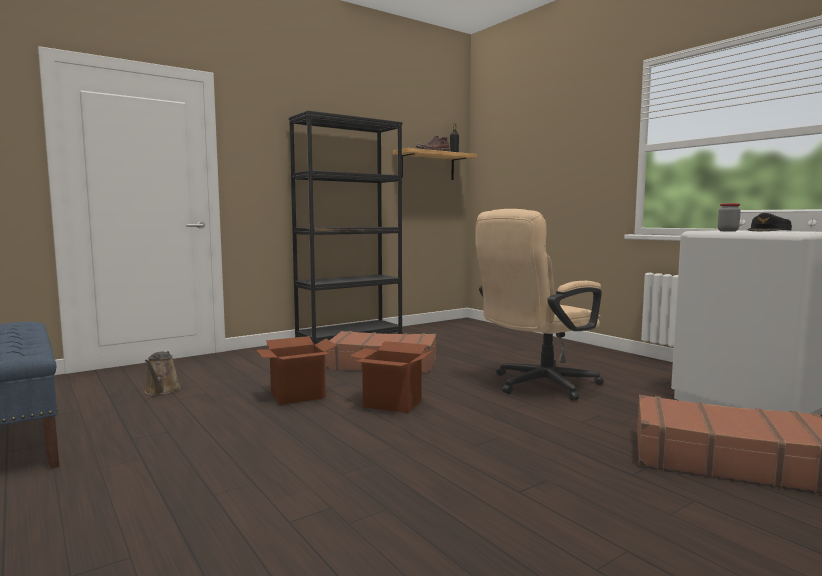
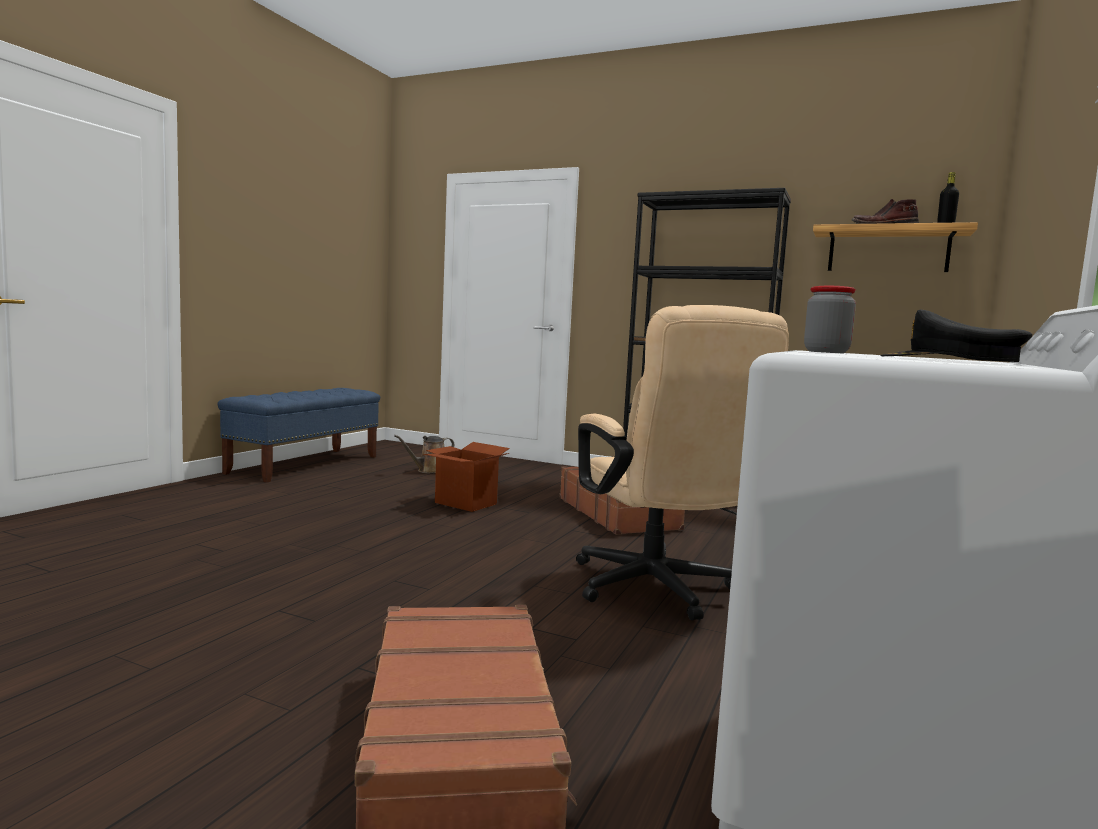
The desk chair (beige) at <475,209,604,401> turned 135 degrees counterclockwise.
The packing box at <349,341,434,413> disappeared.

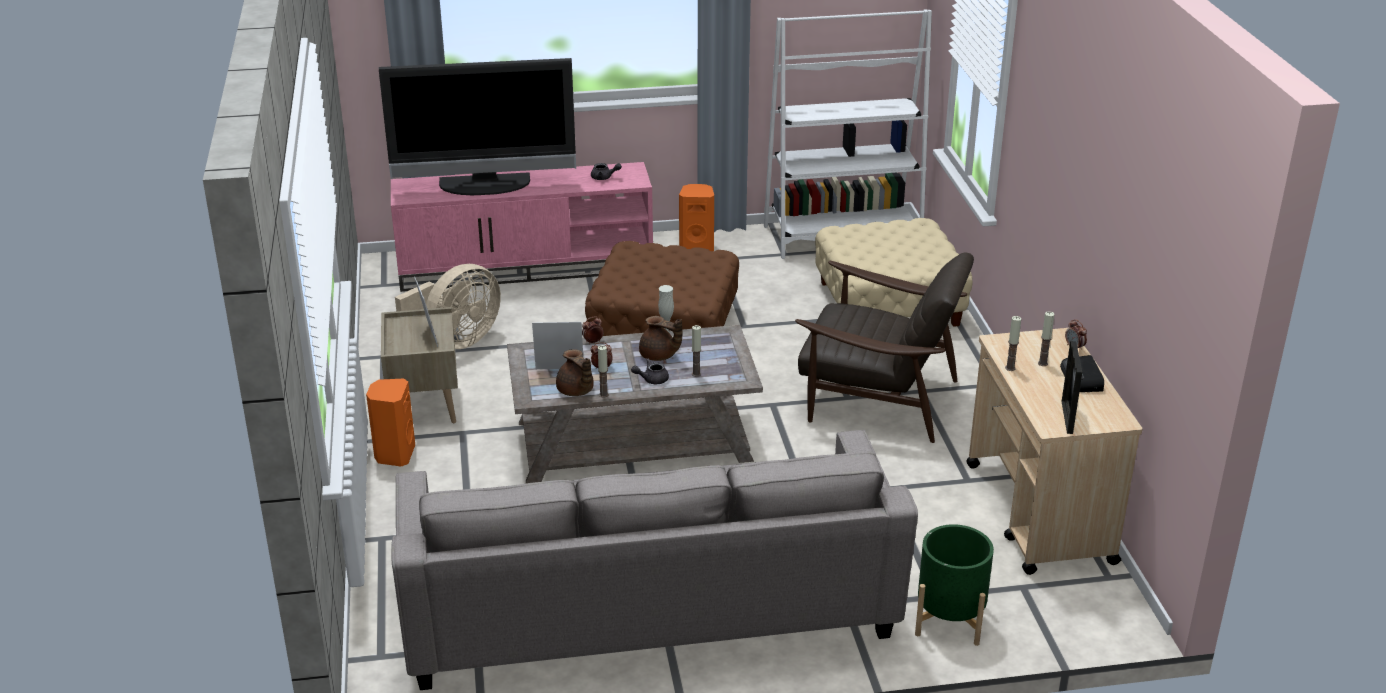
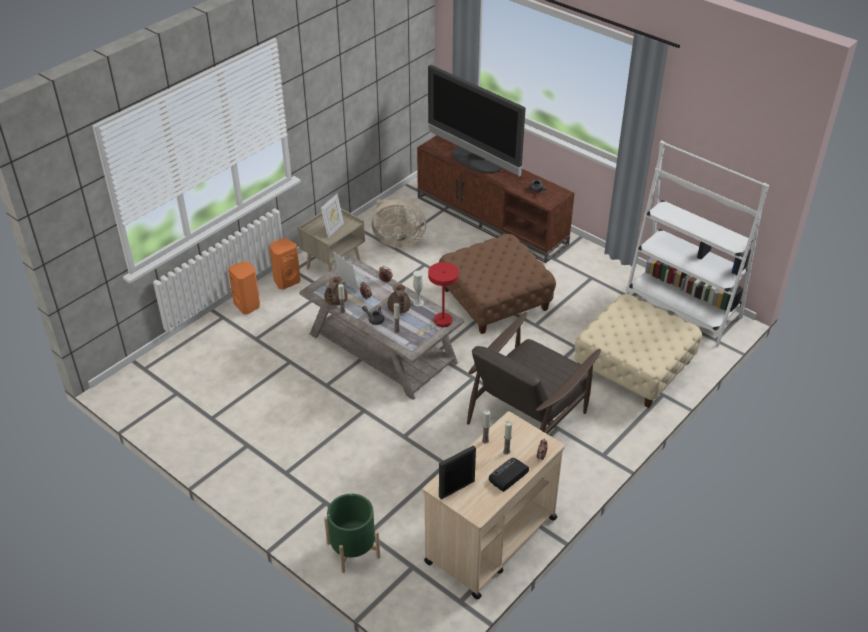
The tv unit (pink-coloured) at <391,162,653,292> became the tv unit (brown-coloured) at <417,135,574,263>.
The audio speaker (orangey) moved from <679,184,714,251> to <228,261,260,314>.
The easy chair (brown-coloured) at <795,253,974,443> turned 60 degrees clockwise.
The sofa (gray) at <391,430,918,690> disappeared.
The table lamp (red) at <416,262,459,334> appeared.

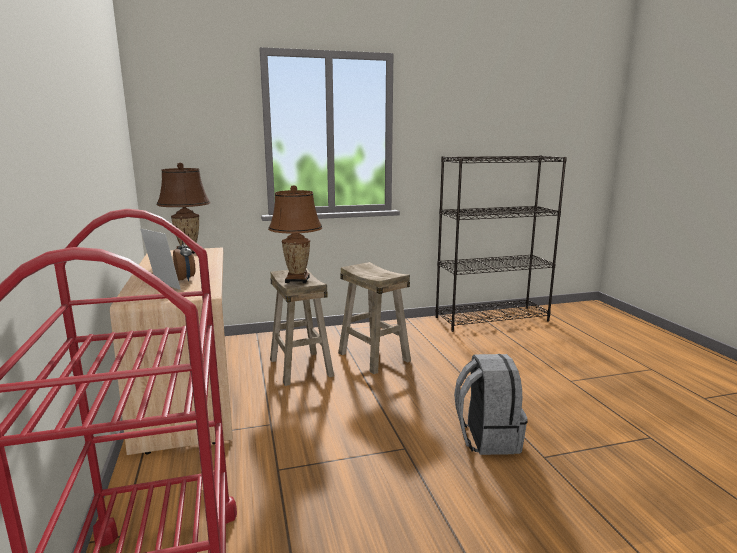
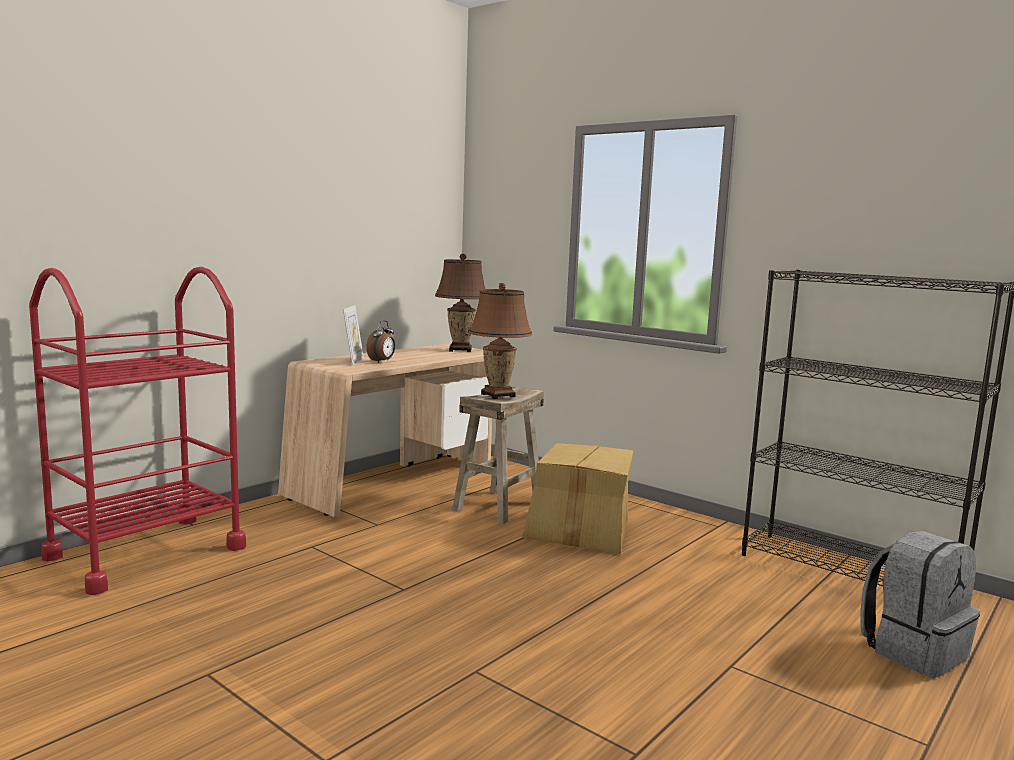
The stool (beige) at <338,262,411,374> was replaced by the packing box at <522,443,634,554>.
The rucksack (gray) moved from <454,354,528,455> to <860,531,980,678>.

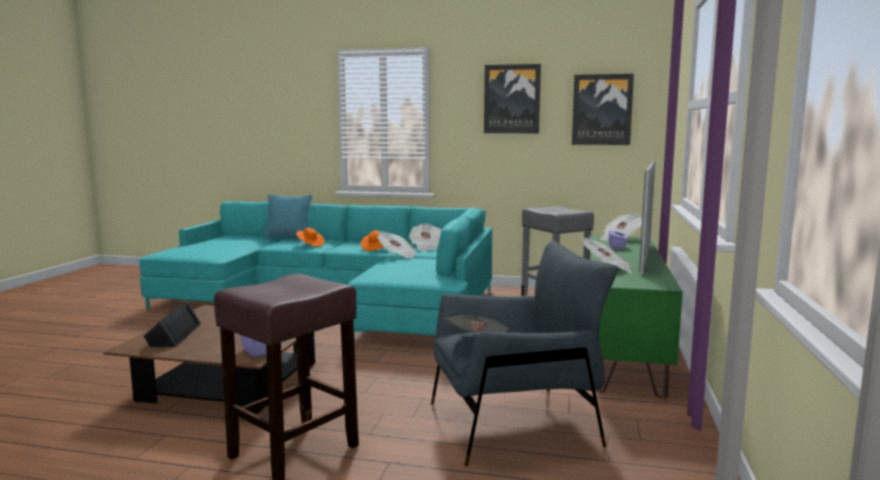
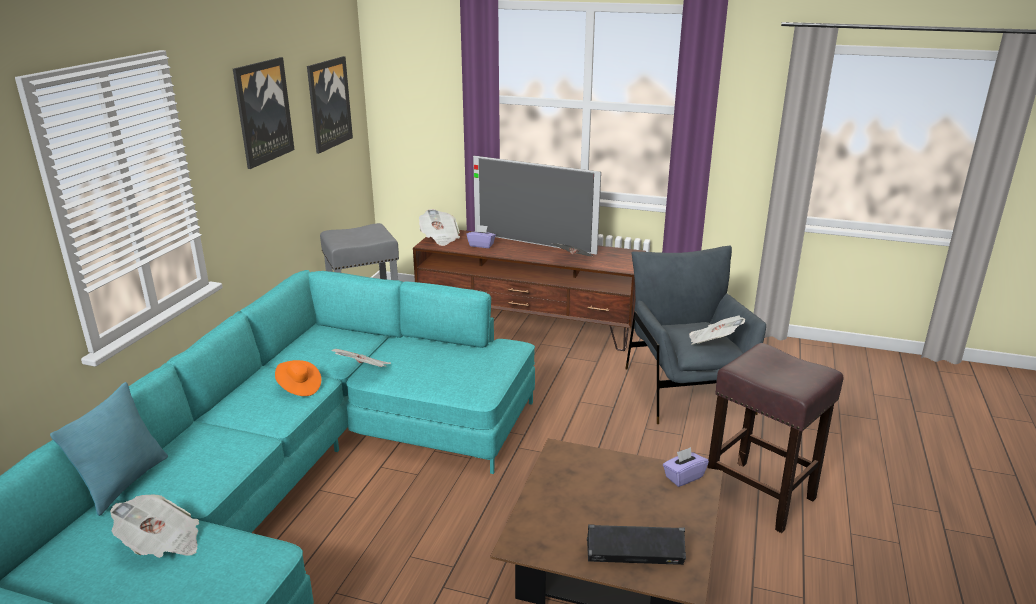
The daily paper moved from <409,223,442,251> to <110,494,199,558>.
The clothing hat (orangey) at <296,228,324,247> disappeared.
The tv unit (green-coloured) at <588,236,683,398> became the tv unit (brown-coloured) at <413,230,646,351>.

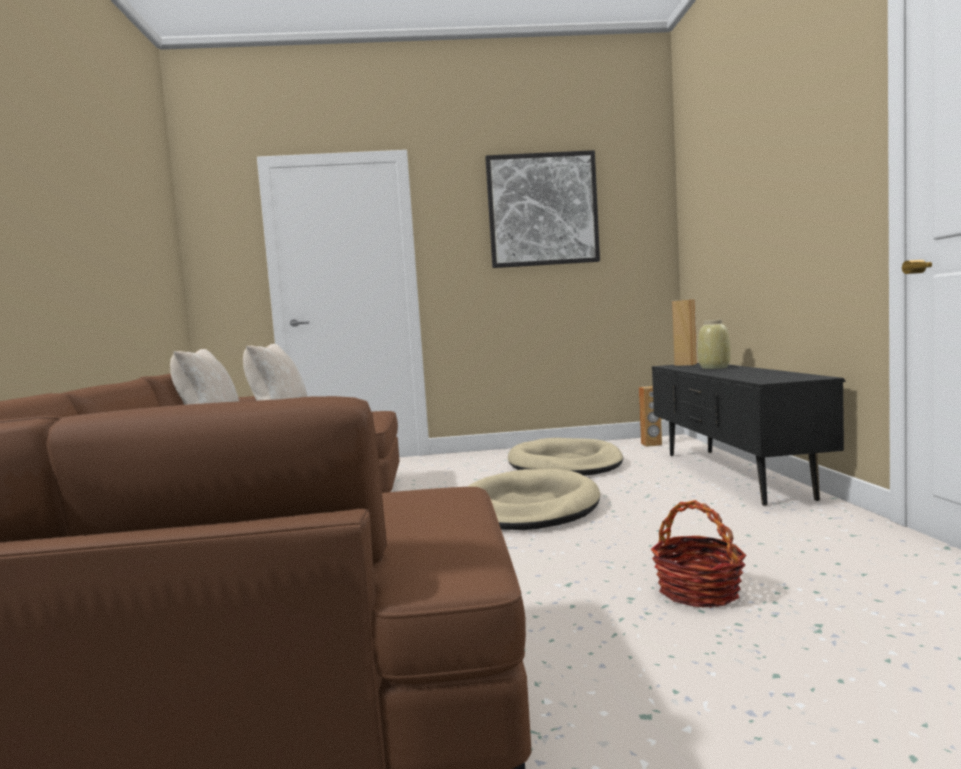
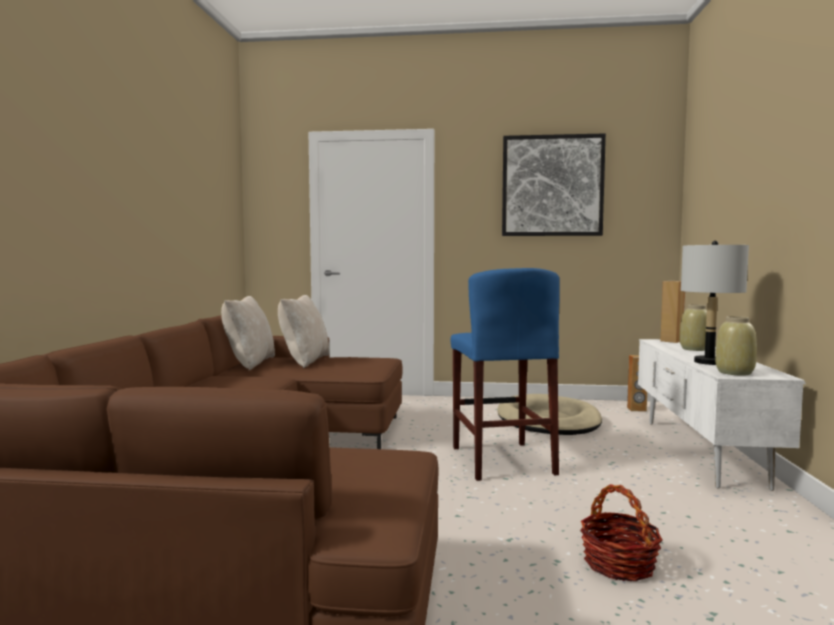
The tv unit (black) at <652,363,846,506> became the tv unit (white) at <638,339,806,491>.
The dog cushion (beige) at <468,469,600,530> was replaced by the stool (bluish) at <450,268,560,481>.
The table lamp (gray) at <681,241,749,365> appeared.
The decorative vase (beige) at <715,316,757,376> appeared.

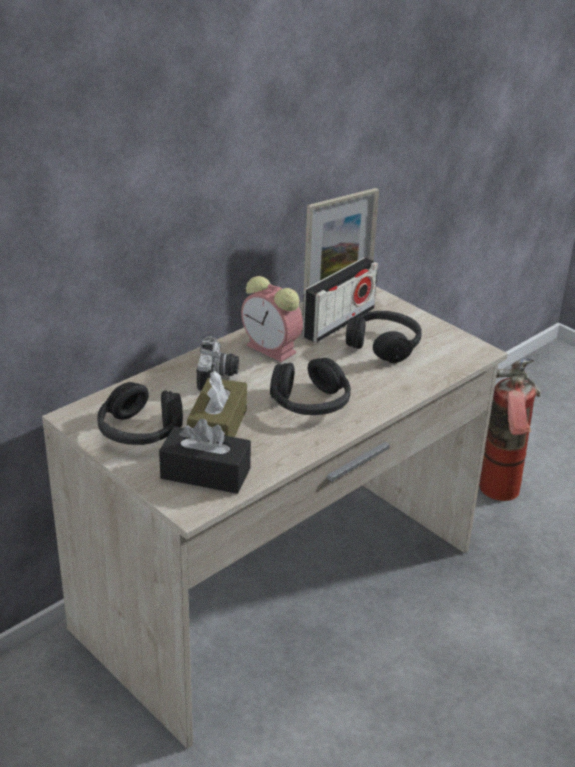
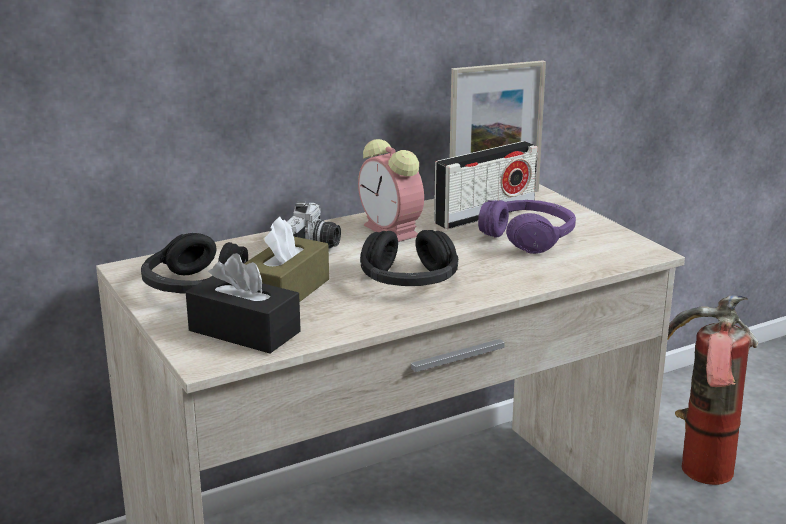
The headphones (black) at <346,311,422,363> became the headphones (purple-coloured) at <478,200,576,254>.

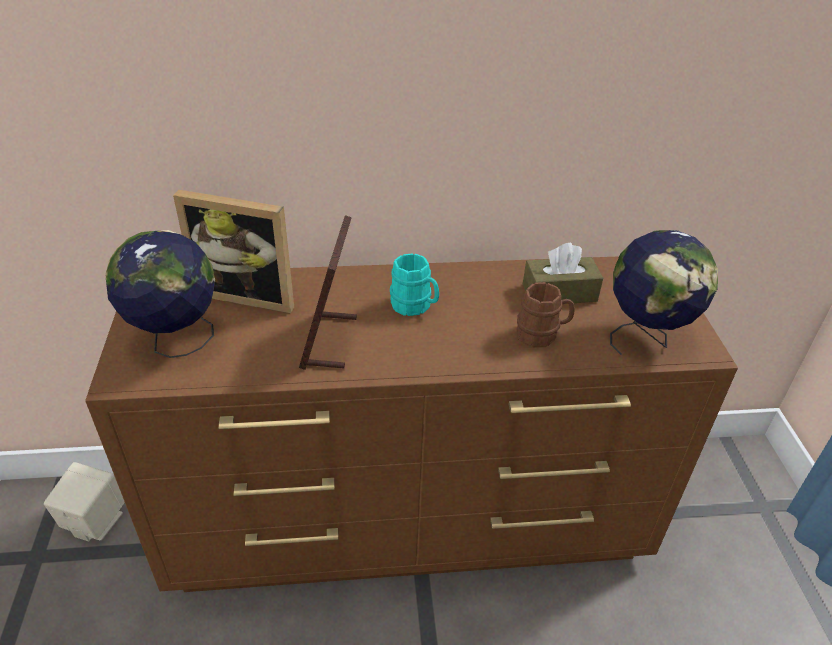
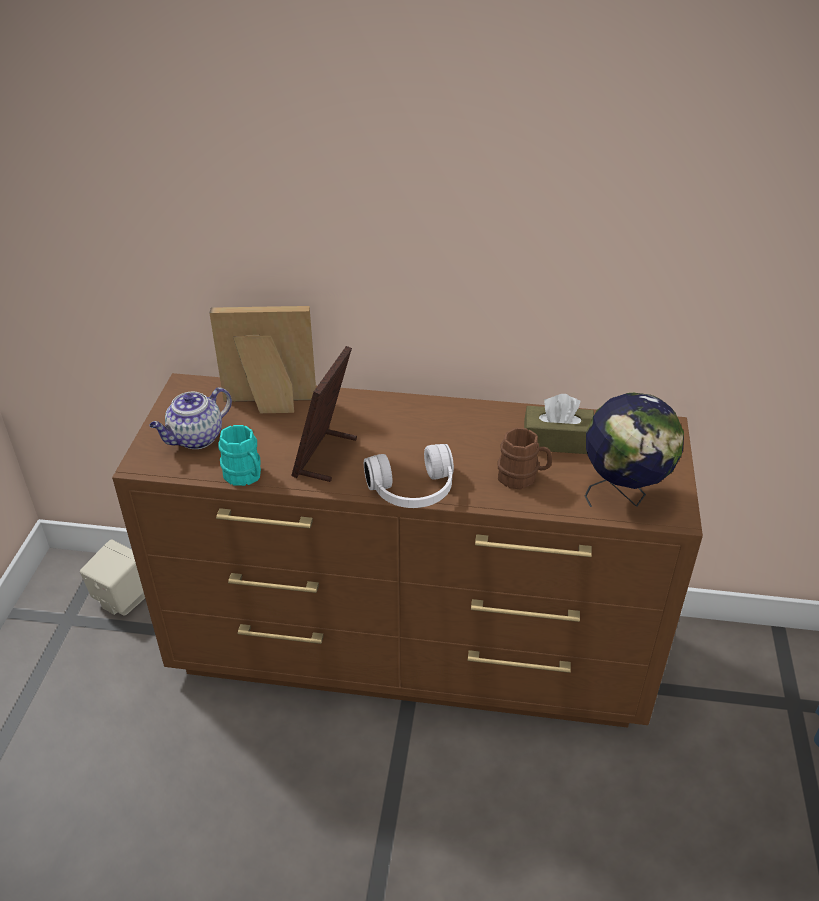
The photo frame at <173,190,294,313> turned 150 degrees clockwise.
The desk globe at <105,230,215,358> was replaced by the pot for tea at <149,387,232,449>.
The coffee mug (turquoise) moved from <390,253,439,316> to <218,425,261,486>.
The headphones (white) at <364,444,454,508> appeared.

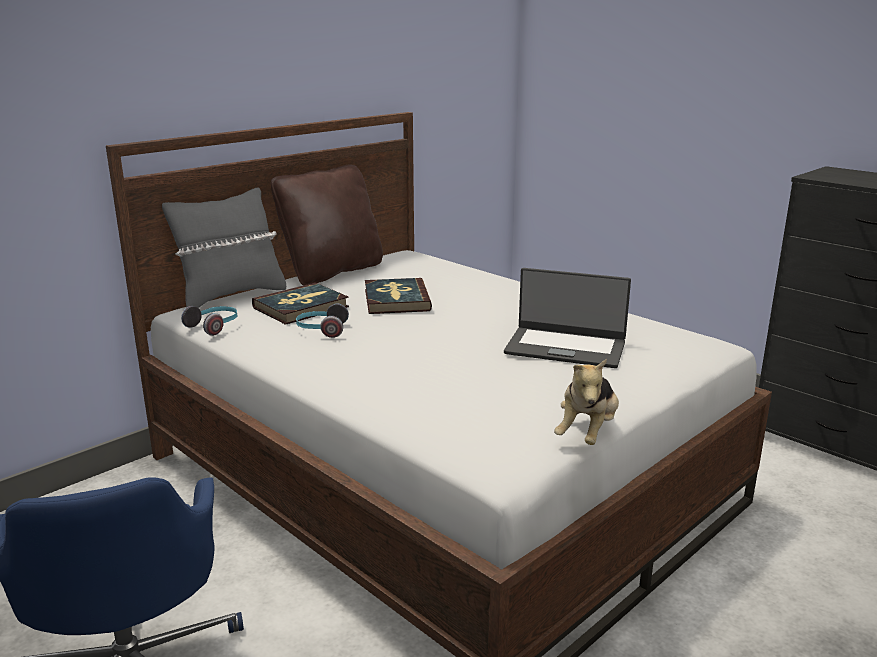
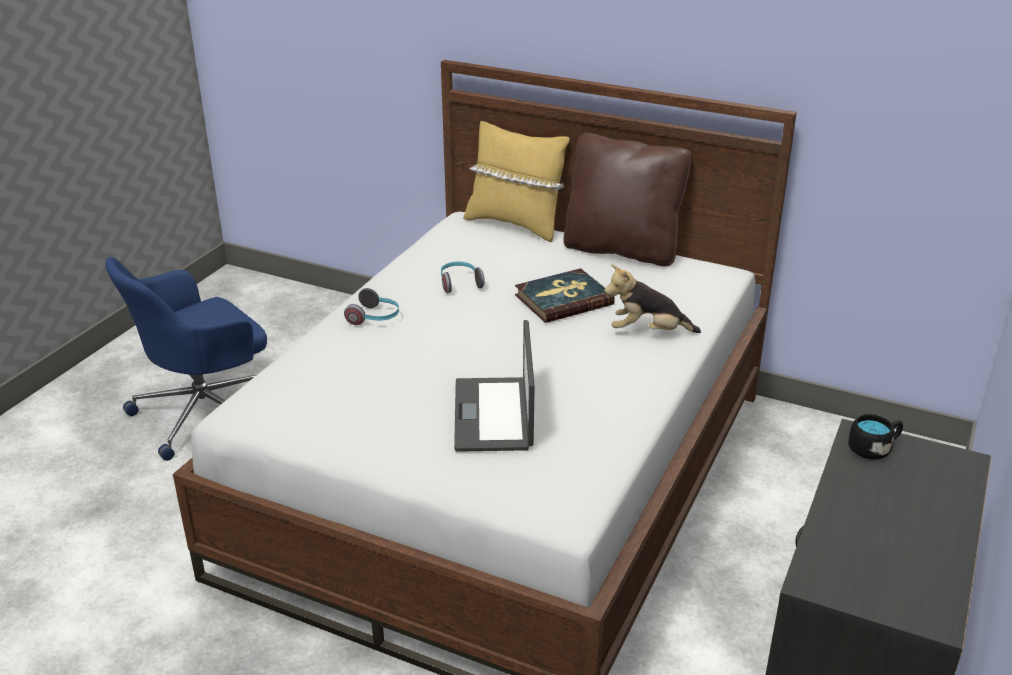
The throw pillow (gray) at <162,188,286,308> became the throw pillow (yellowish) at <463,121,569,242>.
The volume at <252,283,349,325> disappeared.
The headphones moved from <181,306,238,336> to <344,288,399,325>.
The cuddly toy moved from <554,359,619,445> to <604,264,701,333>.
The coffee mug (black) at <849,414,903,460> appeared.

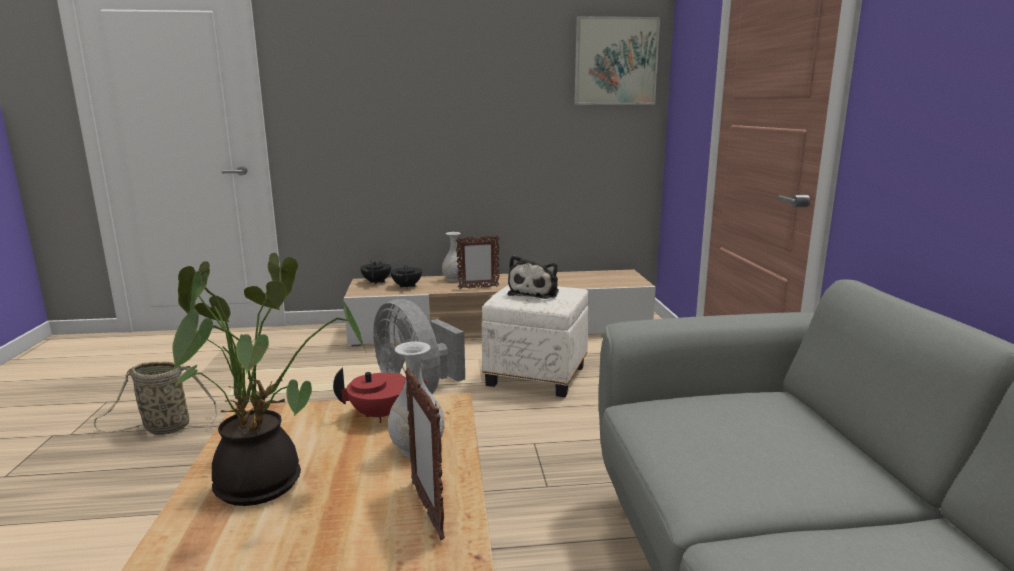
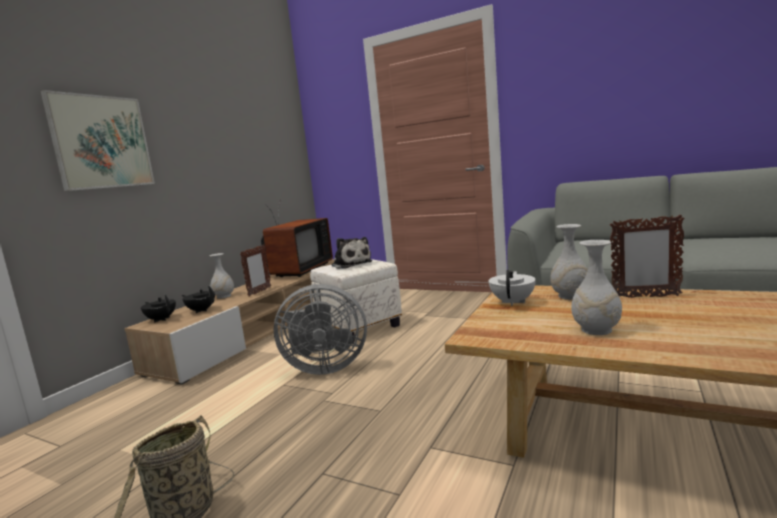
The picture moved from <574,16,660,105> to <40,90,155,191>.
The houseplant at <172,253,366,506> was replaced by the decorative vase (white) at <571,240,622,335>.
The pot for tea (red) at <333,367,428,423> became the pot for tea (white) at <489,270,536,306>.
The TV at <261,199,333,277> appeared.

